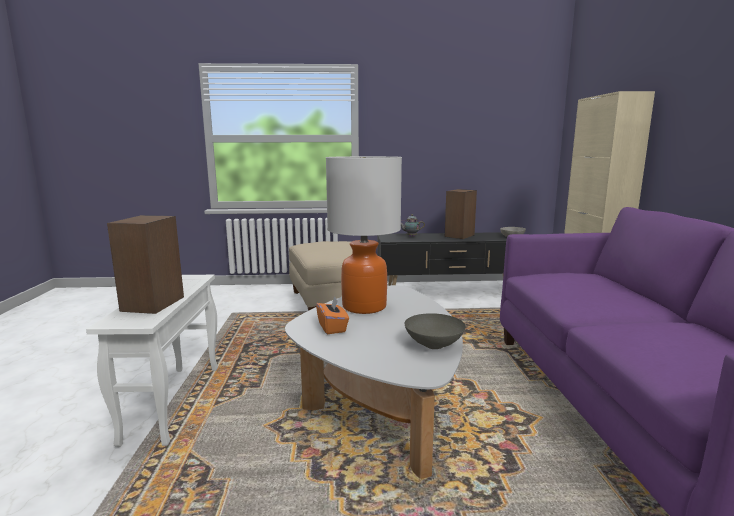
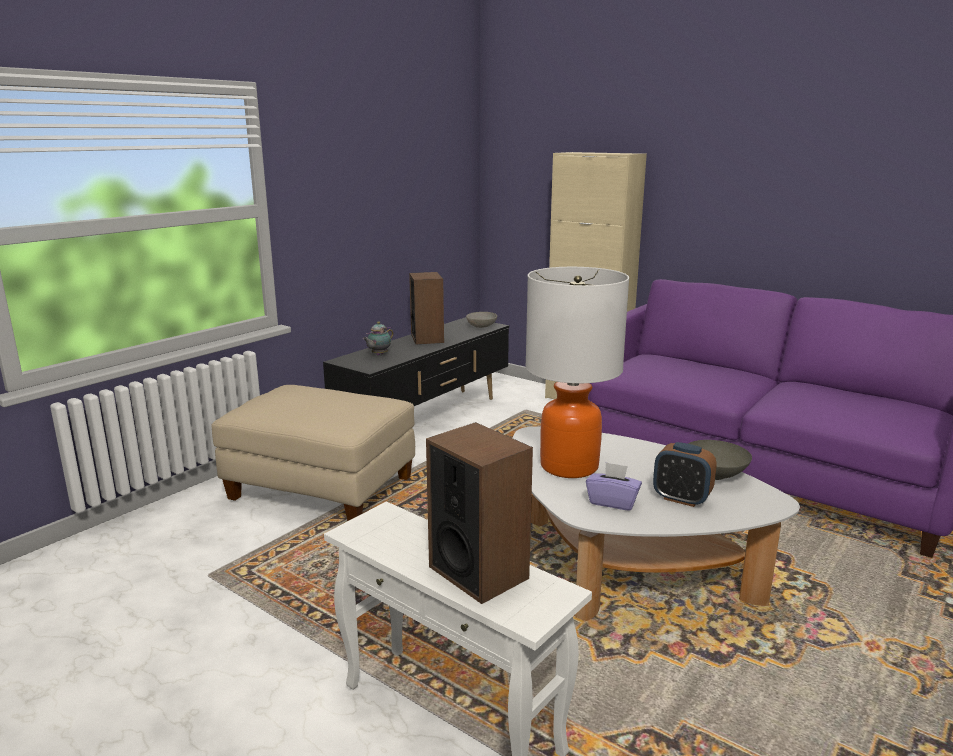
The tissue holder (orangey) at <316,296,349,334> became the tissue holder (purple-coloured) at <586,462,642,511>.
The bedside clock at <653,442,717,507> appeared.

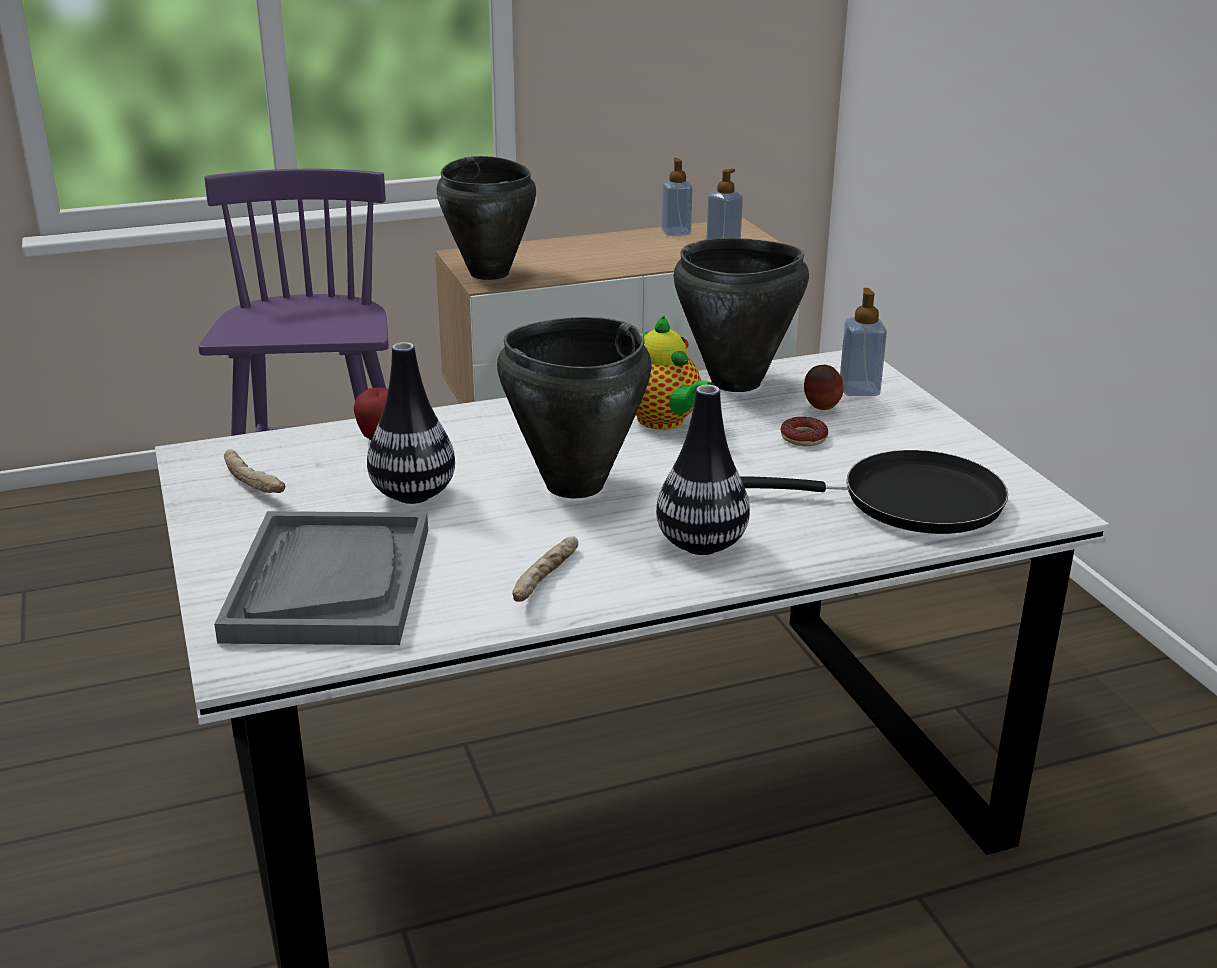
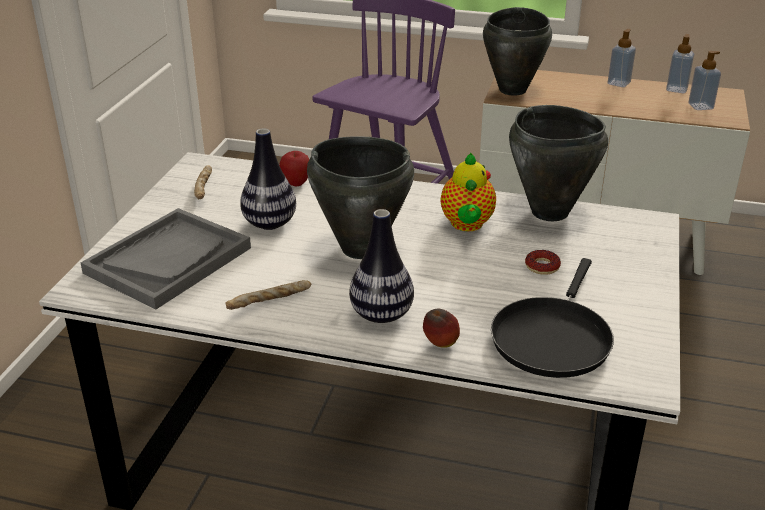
The soap dispenser moved from <840,288,887,396> to <608,29,636,87>.
The apple fruit moved from <804,365,844,410> to <423,309,460,348>.
The pan (black) at <740,450,1008,534> turned 75 degrees clockwise.

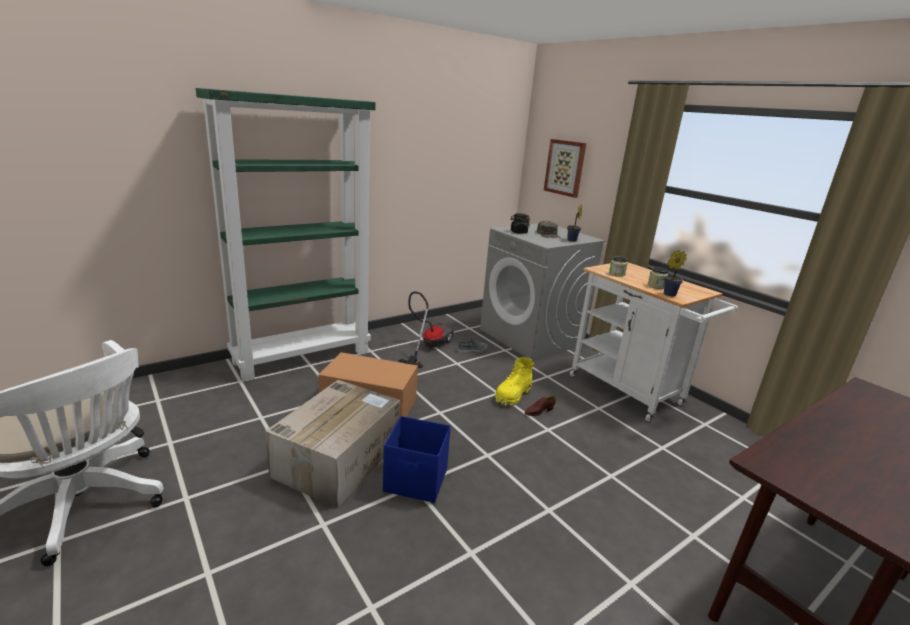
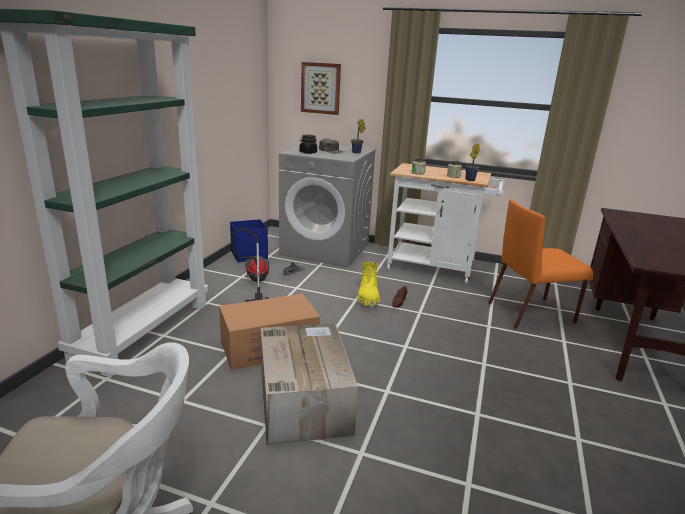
The storage bin (bluish) moved from <383,416,451,503> to <230,219,268,262>.
The plain chair (orangey) at <488,199,593,329> appeared.

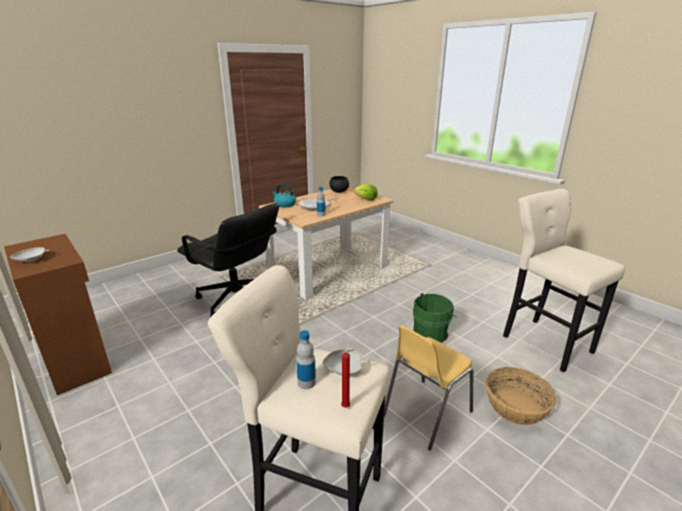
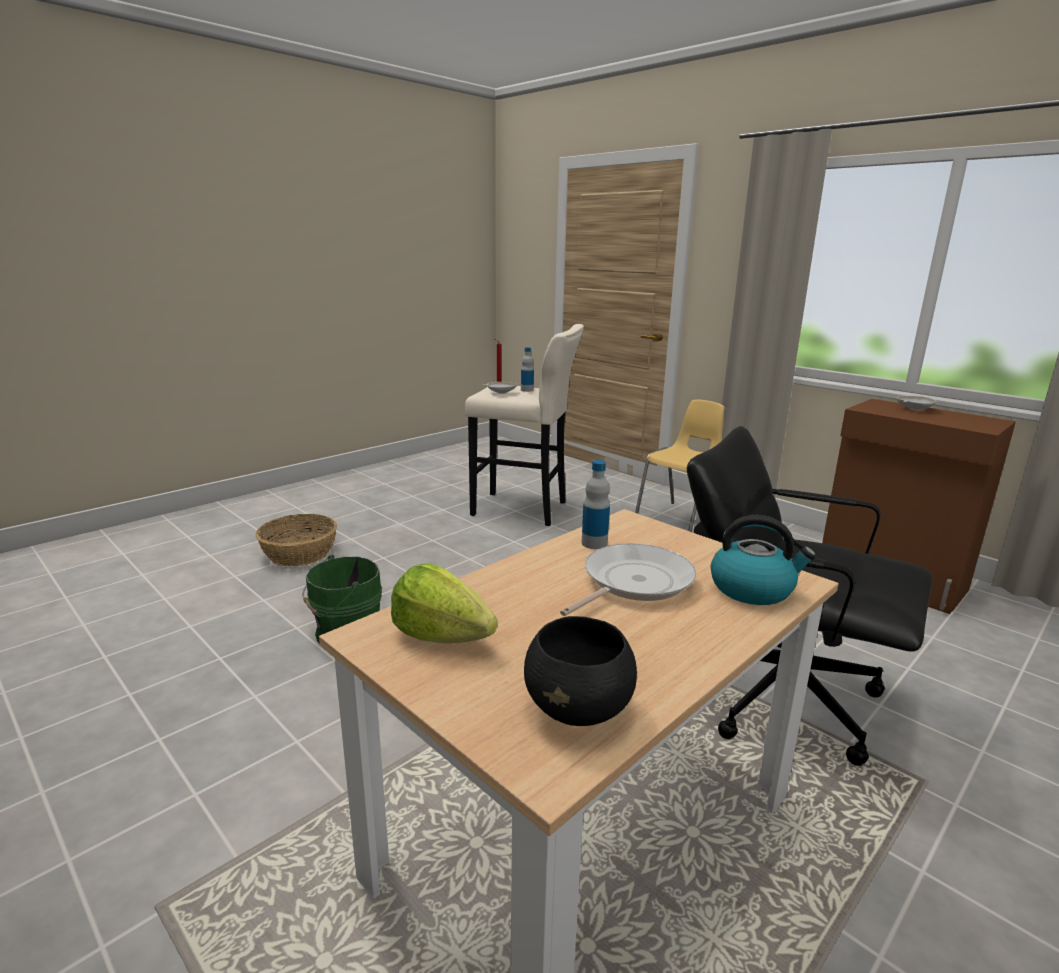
The stool (beige) at <503,189,625,372> disappeared.
The plain chair (yellowish) moved from <384,325,473,451> to <635,400,724,532>.

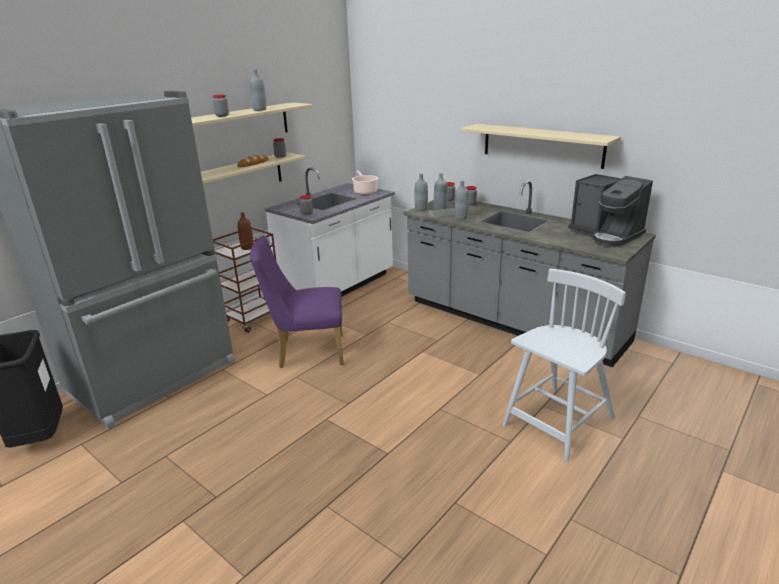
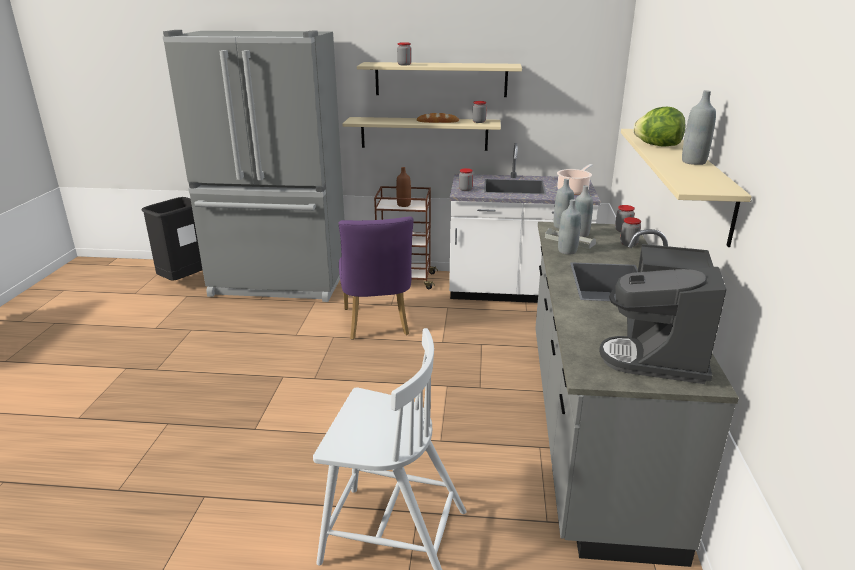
The beverage bottle (gray) moved from <250,69,266,111> to <682,90,716,165>.
The plain chair (purple-coloured) at <250,236,344,368> turned 150 degrees counterclockwise.
The head of lettuce at <633,107,686,146> appeared.

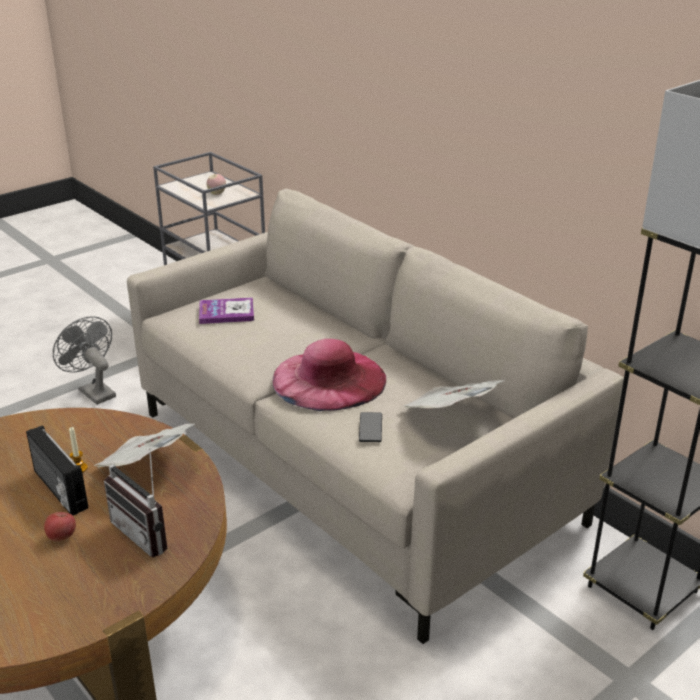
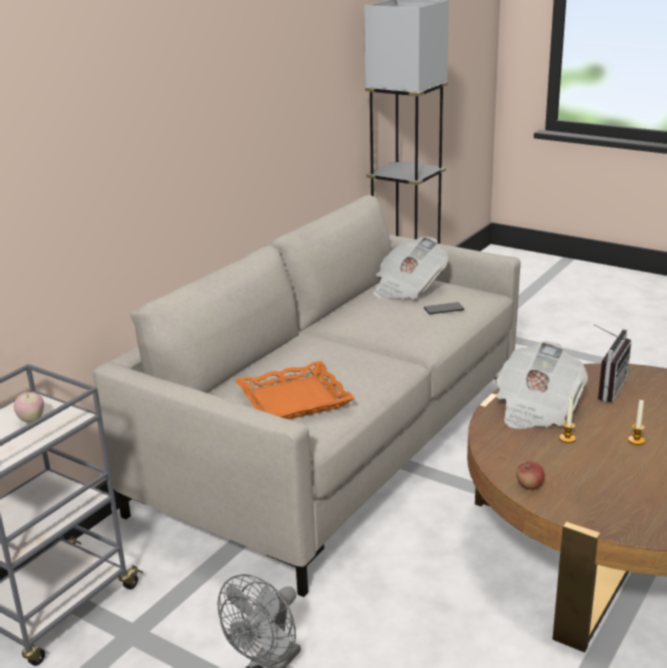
The volume at <199,297,254,324> was replaced by the serving tray (orangey) at <235,361,355,419>.
The clothing hat (pink-coloured) at <273,339,386,411> disappeared.
The radio set at <26,425,88,516> disappeared.
The apple fruit moved from <44,512,76,541> to <517,461,545,490>.
The wax light at <628,400,645,445> appeared.

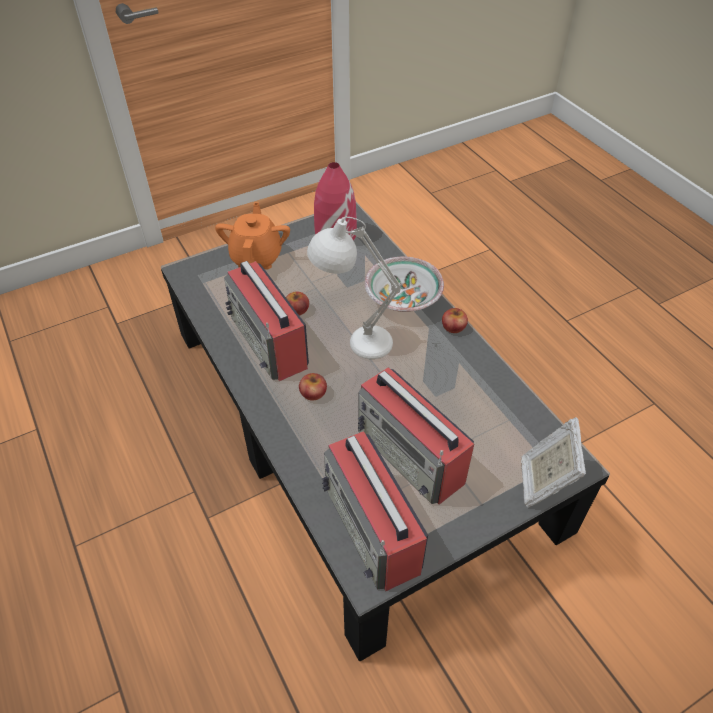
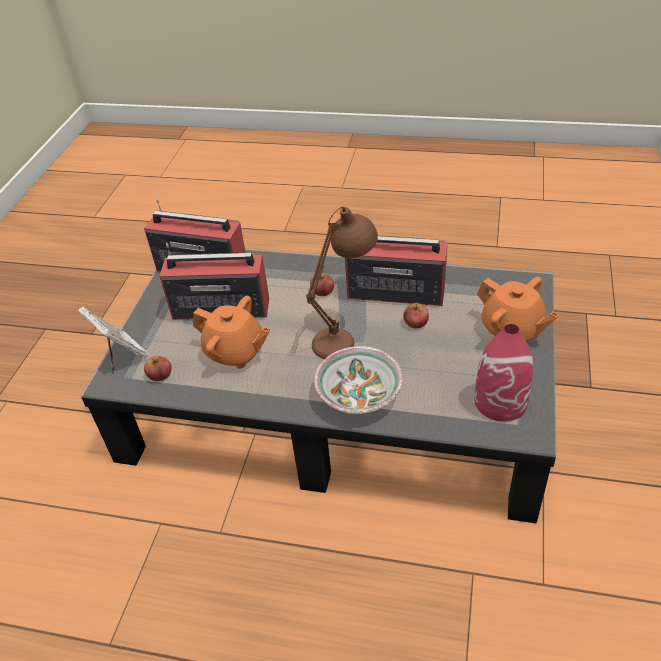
The table lamp (white) at <307,217,401,359> became the table lamp (brown-coloured) at <306,206,378,359>.
The apple fruit moved from <442,308,468,333> to <144,356,172,381>.
The pot for tea (orangey) at <193,296,270,369> appeared.

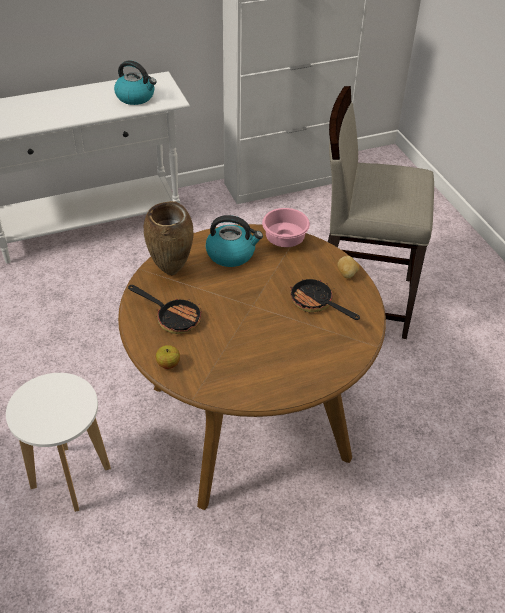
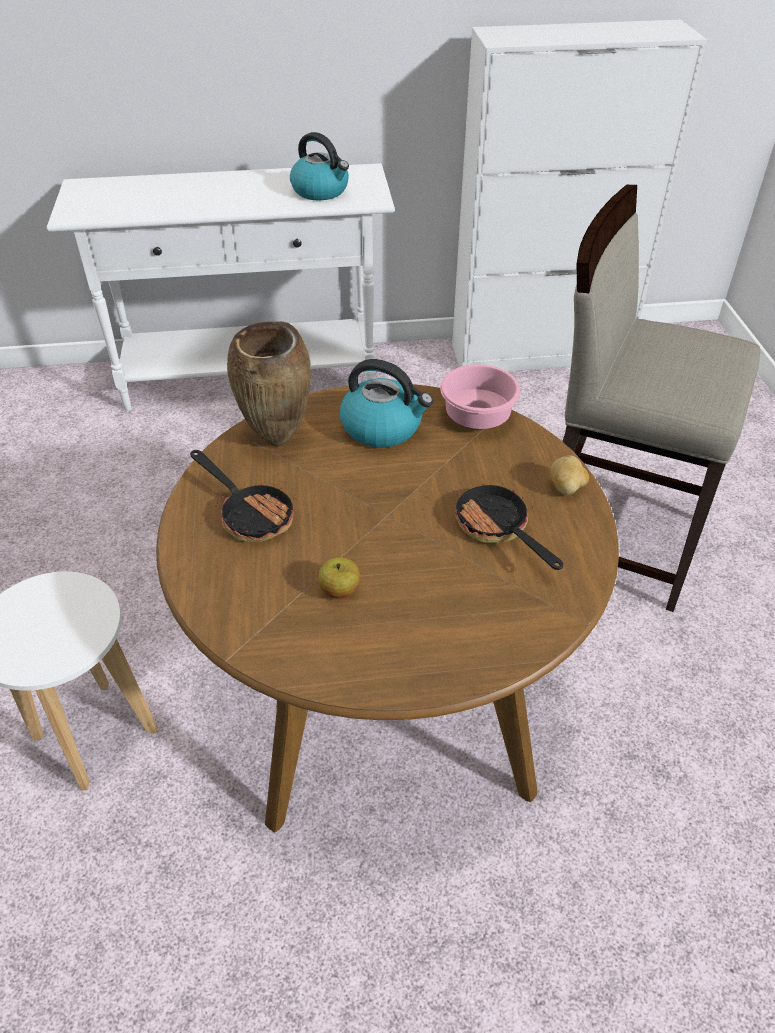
The apple fruit moved from <156,345,180,369> to <318,557,360,598>.

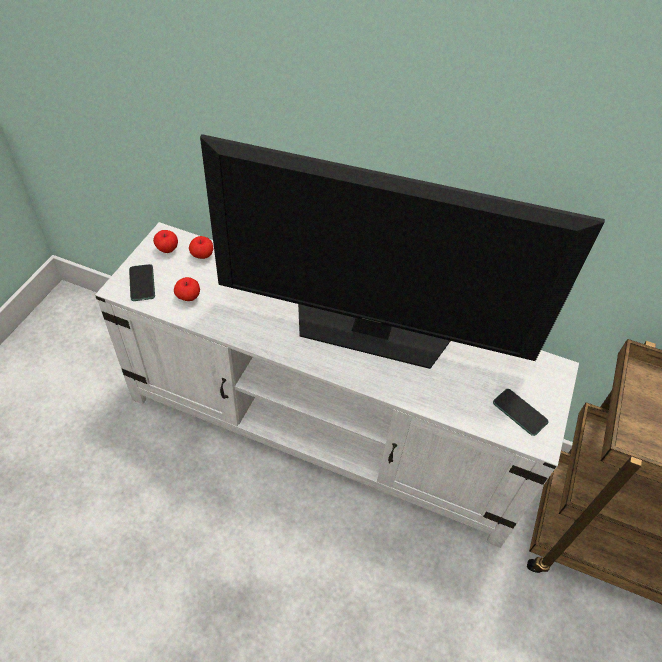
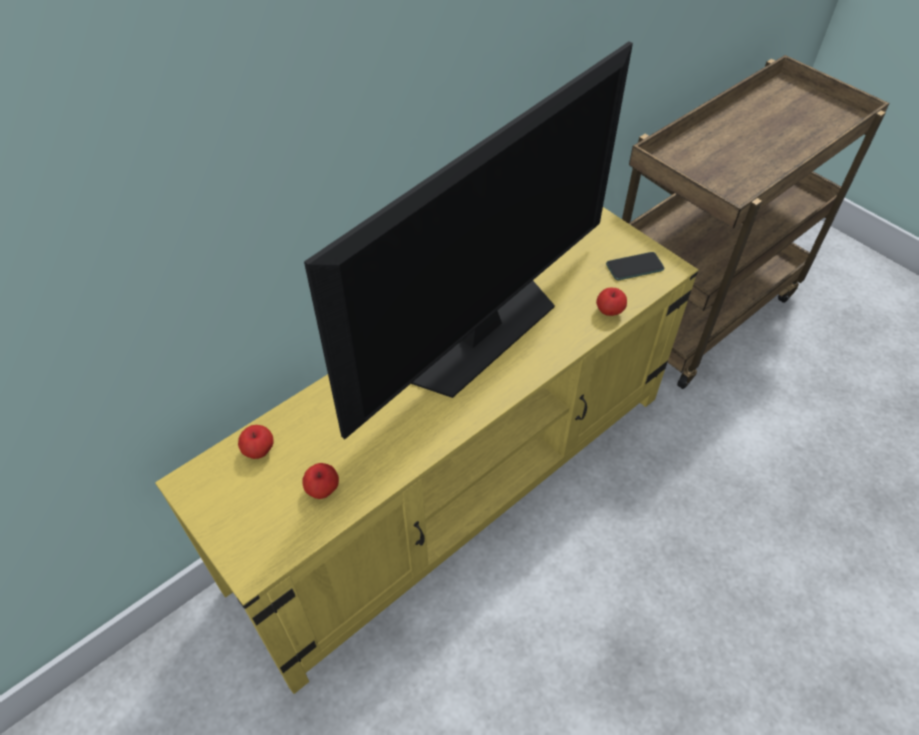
The tv unit (white) at <95,222,579,548> became the tv unit (yellowish) at <155,207,698,694>.
The apple fruit moved from <153,230,178,253> to <596,288,627,316>.
The handset at <129,264,155,301> disappeared.

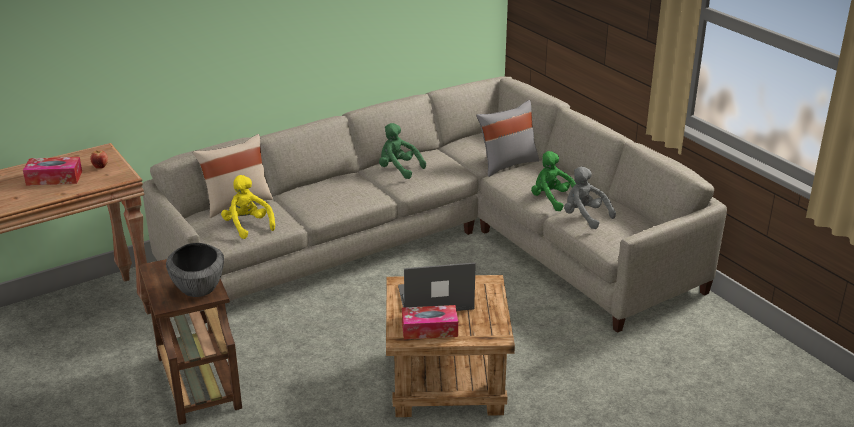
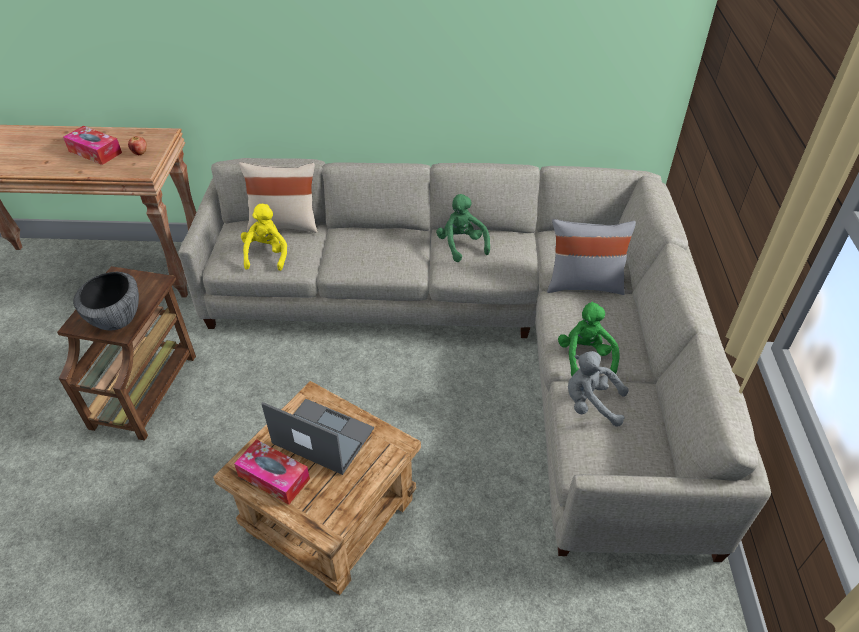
The cuddly toy (gray) at <564,167,616,229> turned 60 degrees counterclockwise.

